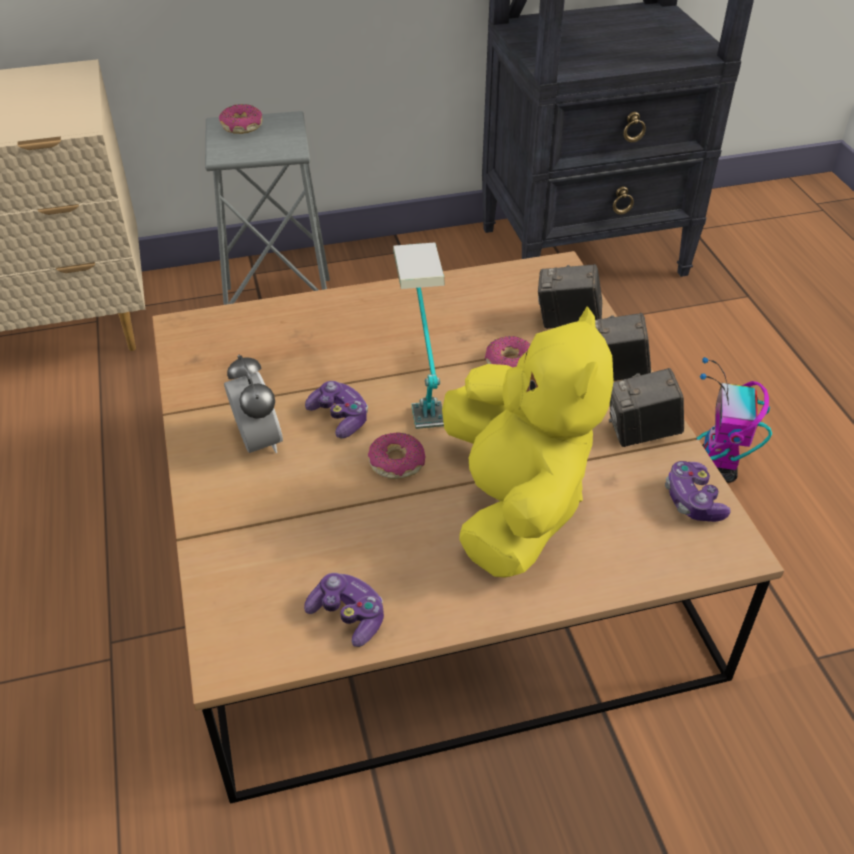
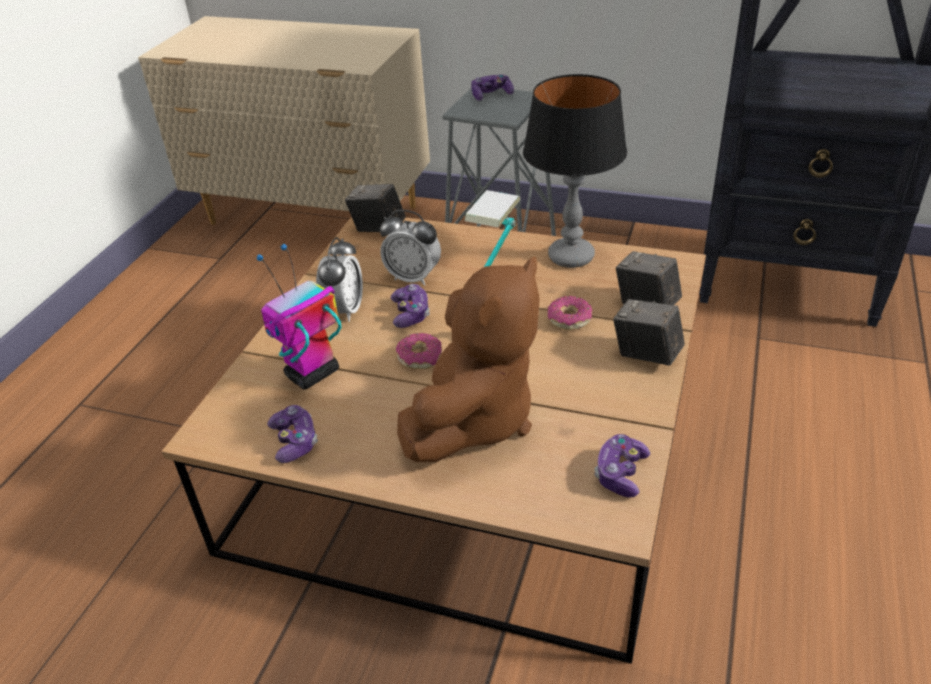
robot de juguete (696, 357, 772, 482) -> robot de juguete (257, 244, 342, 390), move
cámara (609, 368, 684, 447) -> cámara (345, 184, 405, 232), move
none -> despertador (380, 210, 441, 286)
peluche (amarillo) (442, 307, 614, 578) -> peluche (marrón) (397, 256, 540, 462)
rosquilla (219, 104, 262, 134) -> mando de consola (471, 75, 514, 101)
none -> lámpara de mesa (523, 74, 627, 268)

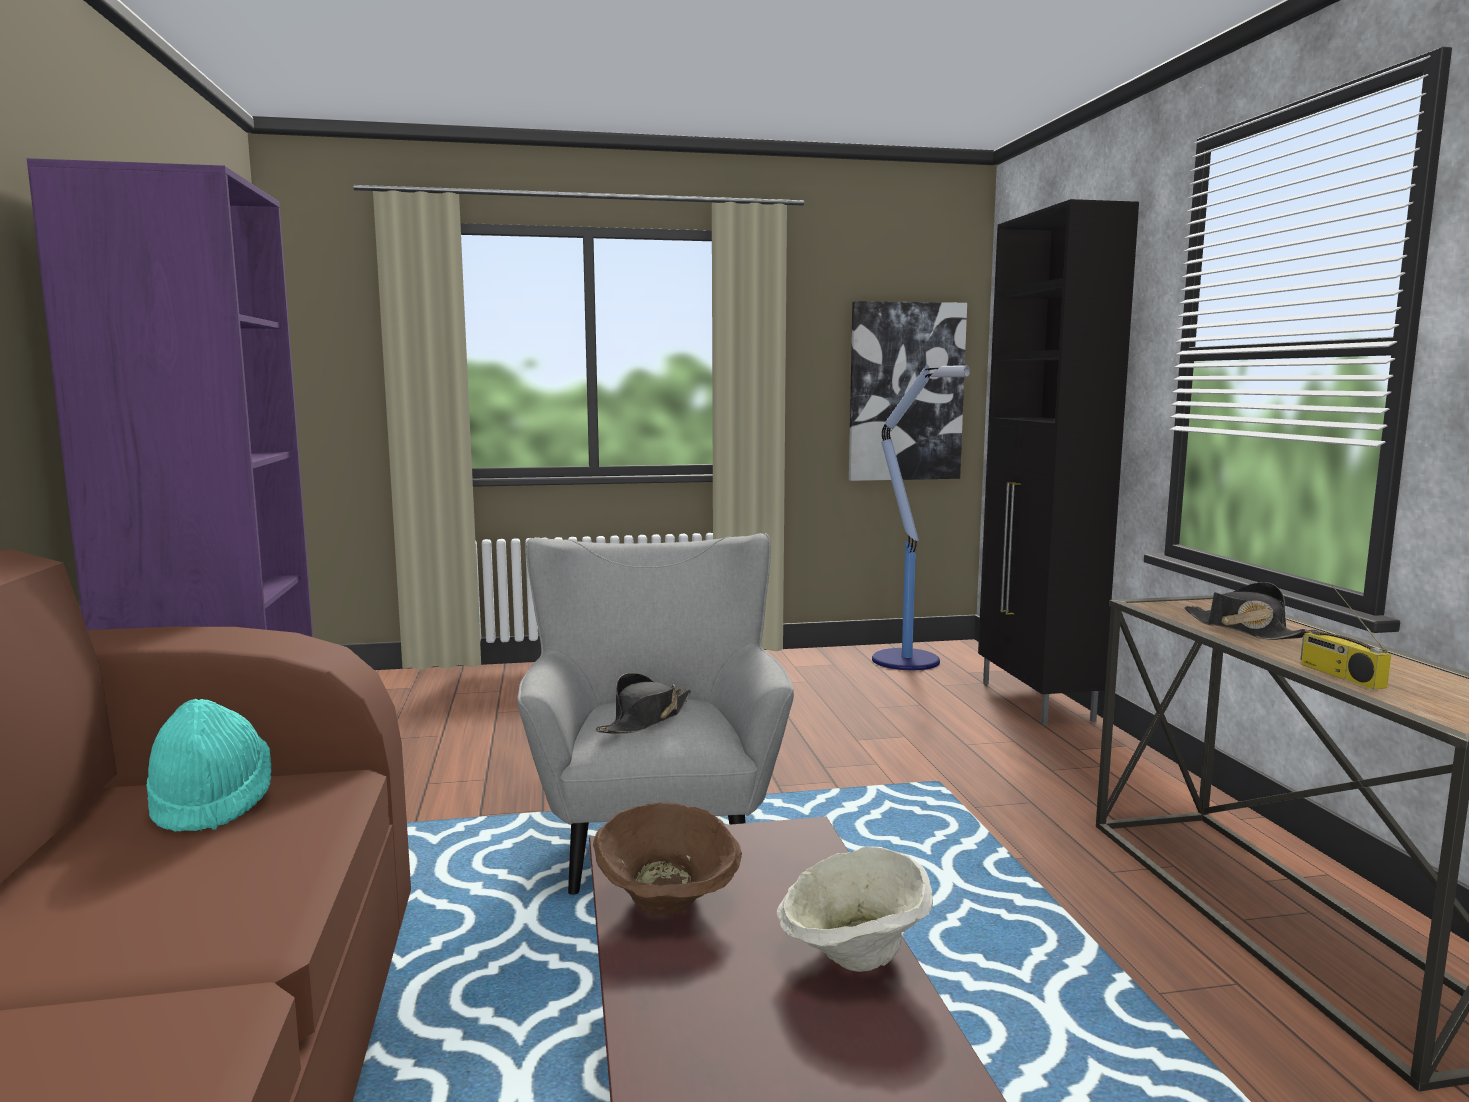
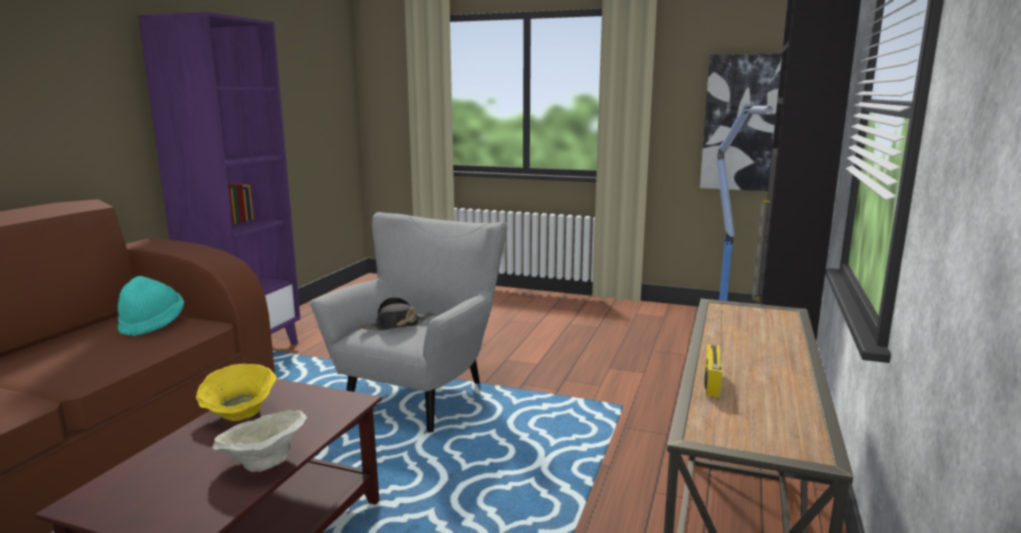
cuenco (marrón) (593, 802, 742, 915) -> cuenco (amarillo) (196, 364, 276, 421)
sombrero (negro) (1184, 582, 1318, 640) -> none

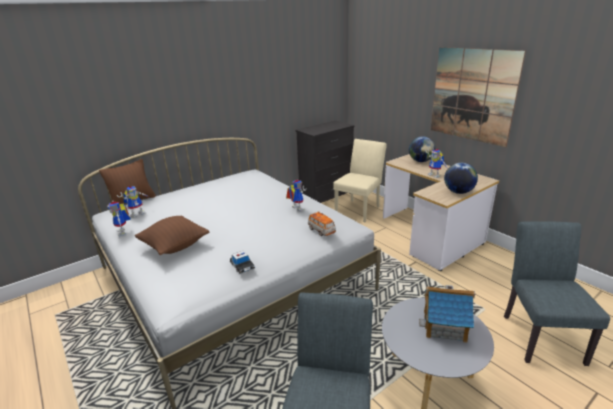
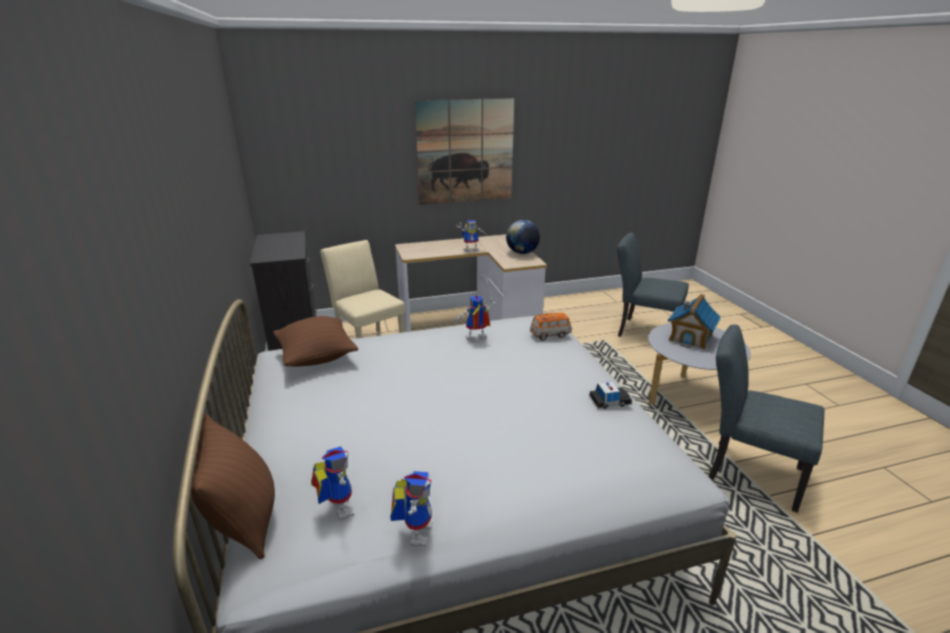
cojín (marrón) (135, 216, 209, 255) -> cojín (marrón) (273, 316, 359, 367), move
robot de juguete (107, 200, 131, 236) -> robot de juguete (390, 471, 432, 547), 75 degrees counterclockwise
globo terráqueo (409, 136, 435, 162) -> none

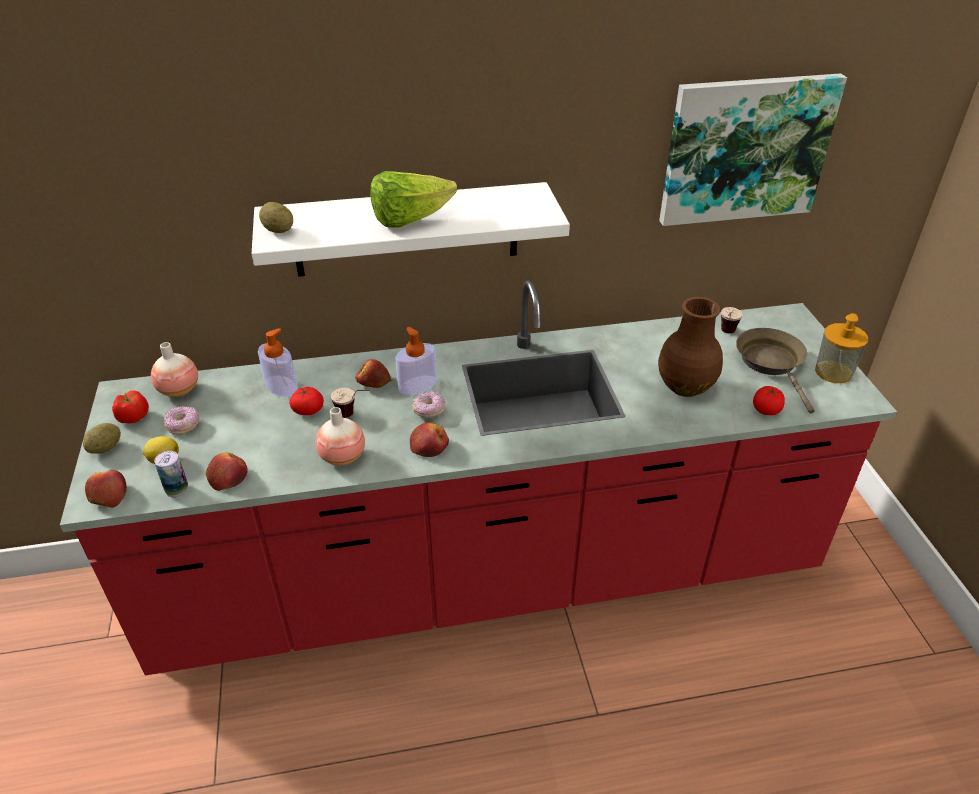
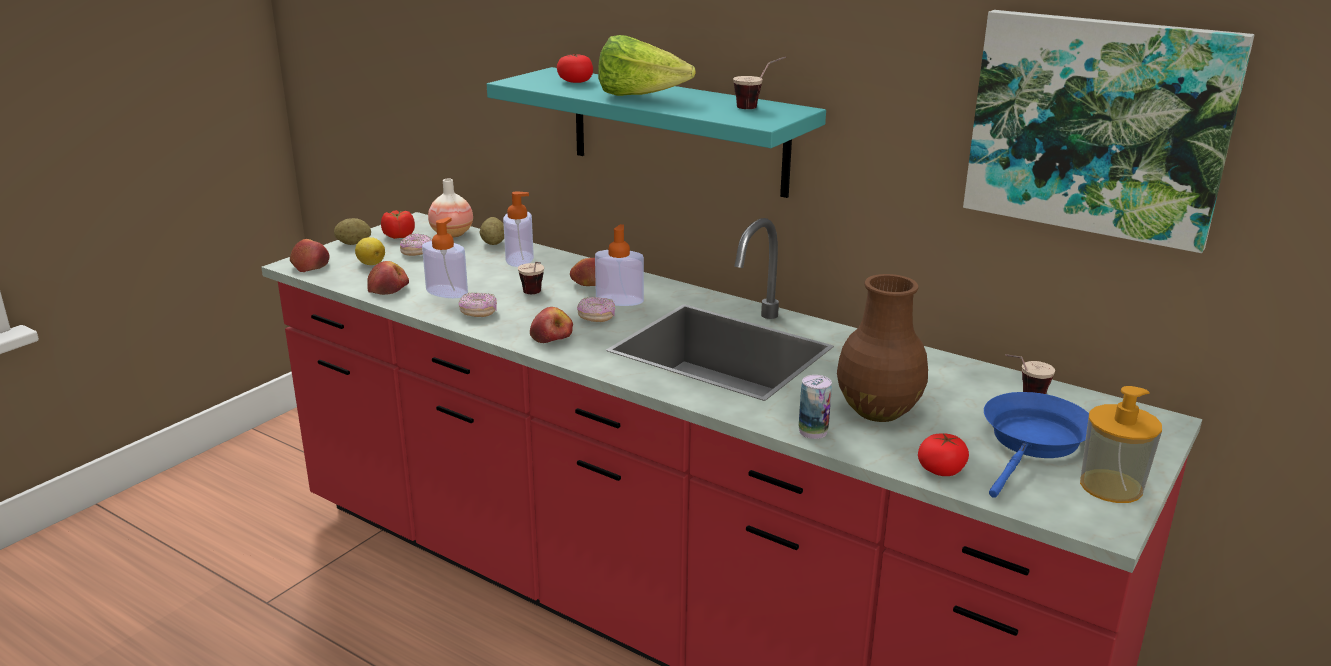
none -> dispensador de jabón (422, 217, 468, 298)
florero (315, 407, 365, 465) -> rosquilla (458, 293, 497, 317)
patata (259, 202, 293, 233) -> patata (480, 217, 504, 245), move
estante (blanco) (252, 182, 570, 277) -> estante (turquesa) (487, 67, 826, 198)
tomate (290, 387, 324, 415) -> tomate (557, 54, 593, 83), move
none -> taza (733, 56, 786, 109)
lata (154, 451, 188, 498) -> lata (799, 375, 832, 439), move
sartén (marrón) (736, 328, 815, 413) -> sartén (azul) (984, 392, 1089, 498)

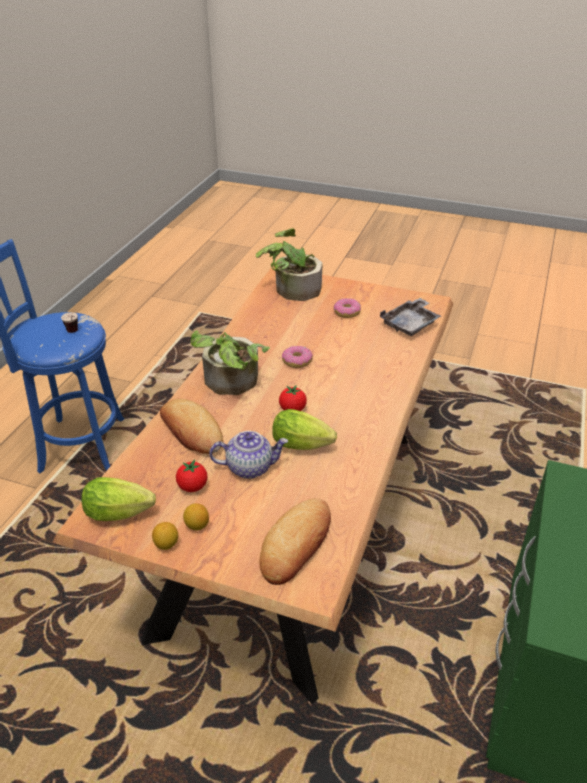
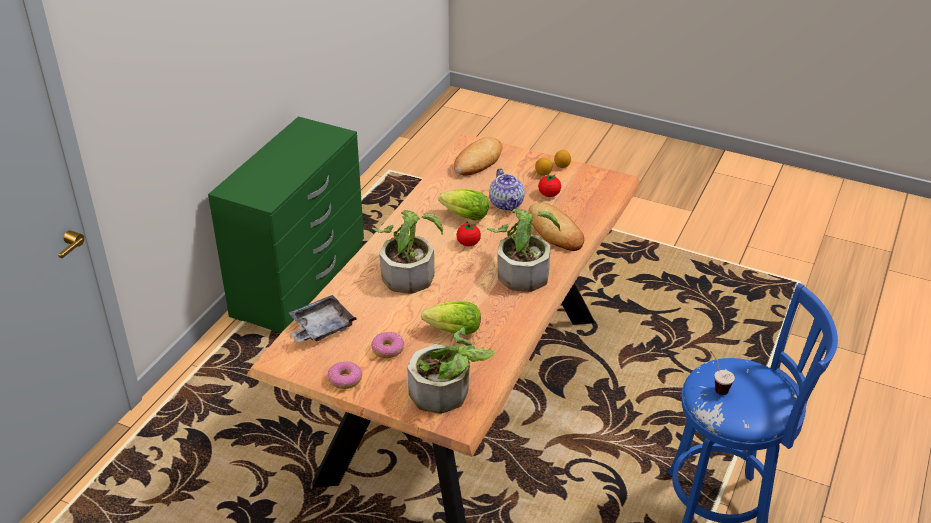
rosquilla (282, 346, 313, 368) -> rosquilla (327, 361, 362, 389), move
none -> planta en maceta (372, 210, 443, 294)
lechuga (82, 477, 156, 521) -> lechuga (421, 301, 481, 335), move
tetera (209, 431, 288, 479) -> tetera (489, 168, 525, 211), 105 degrees counterclockwise

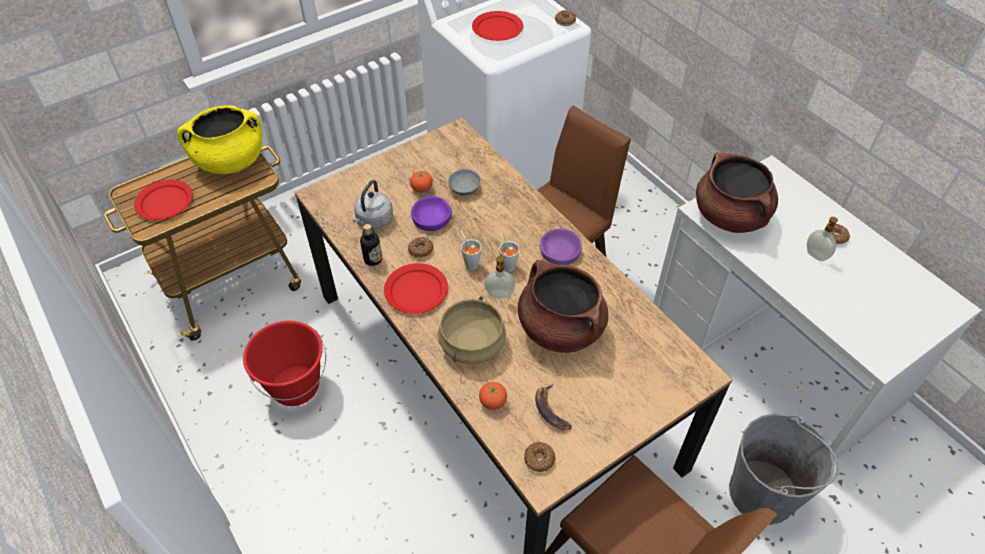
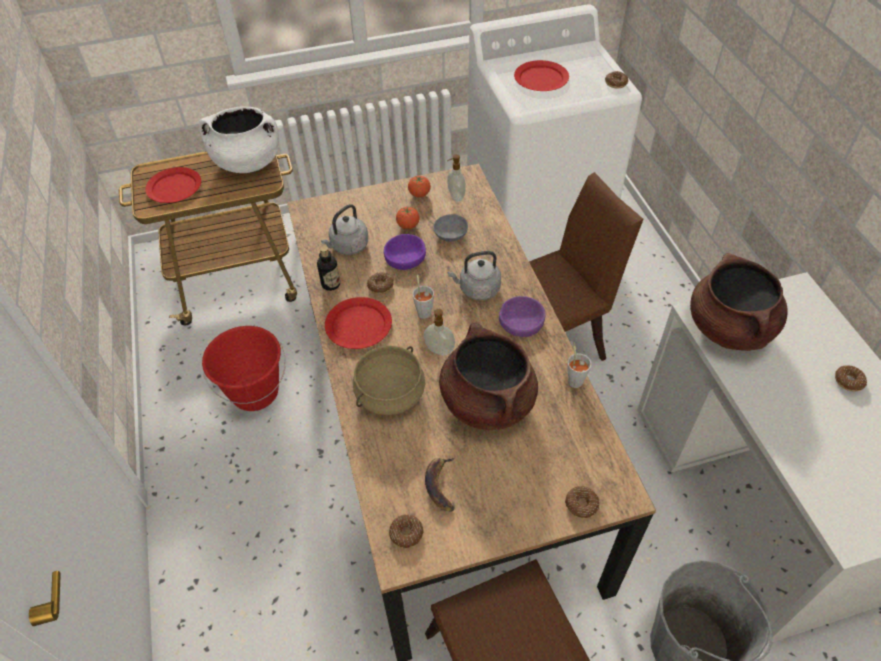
olla (amarillo) (177, 105, 262, 174) -> olla (blanco) (198, 106, 279, 173)
tomate (479, 382, 507, 410) -> tomate (408, 175, 431, 197), move
dispensador de jabón (807, 217, 838, 261) -> dispensador de jabón (447, 154, 466, 201), move
none -> hervidor (gris) (448, 251, 501, 300)
none -> rosquilla (565, 486, 599, 518)
taza (gris) (499, 232, 519, 272) -> taza (gris) (567, 341, 592, 388), move

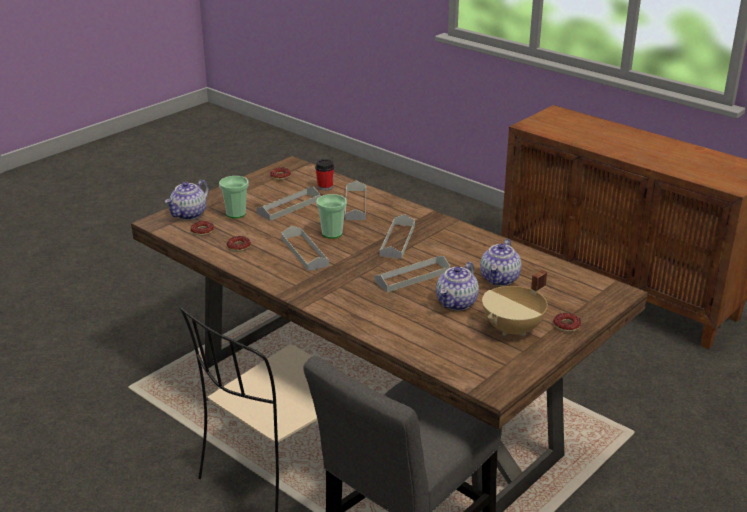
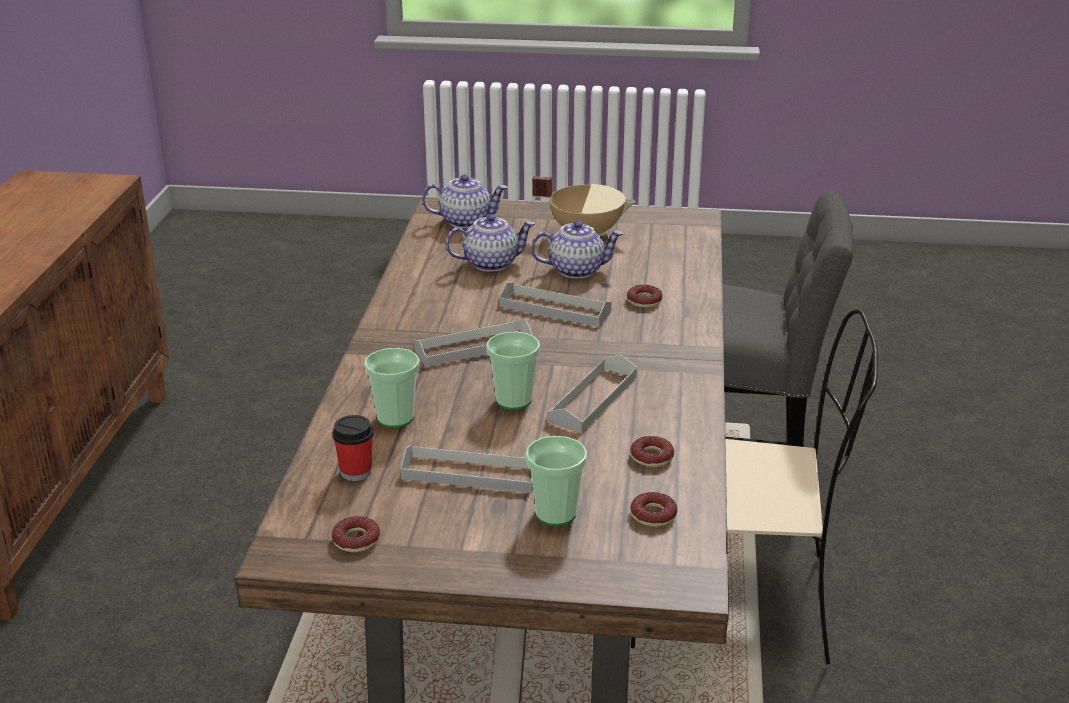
bandeja (gris) (345, 181, 366, 220) -> taza (364, 348, 419, 428)
tetera (165, 180, 209, 220) -> tetera (422, 174, 508, 229), move
rosquilla (553, 313, 581, 332) -> rosquilla (627, 285, 662, 308), move

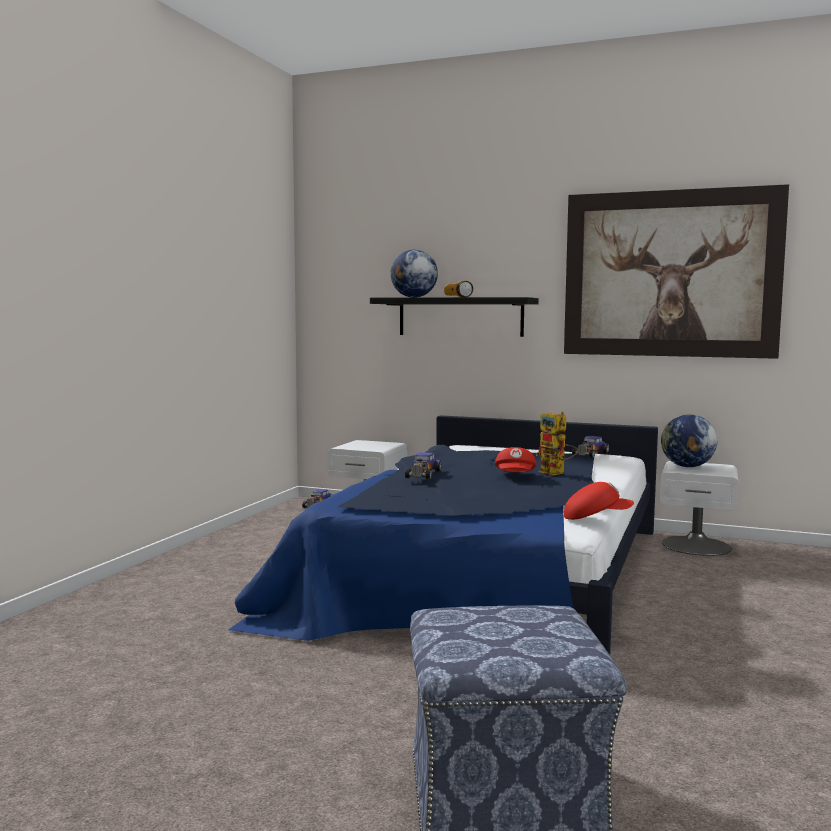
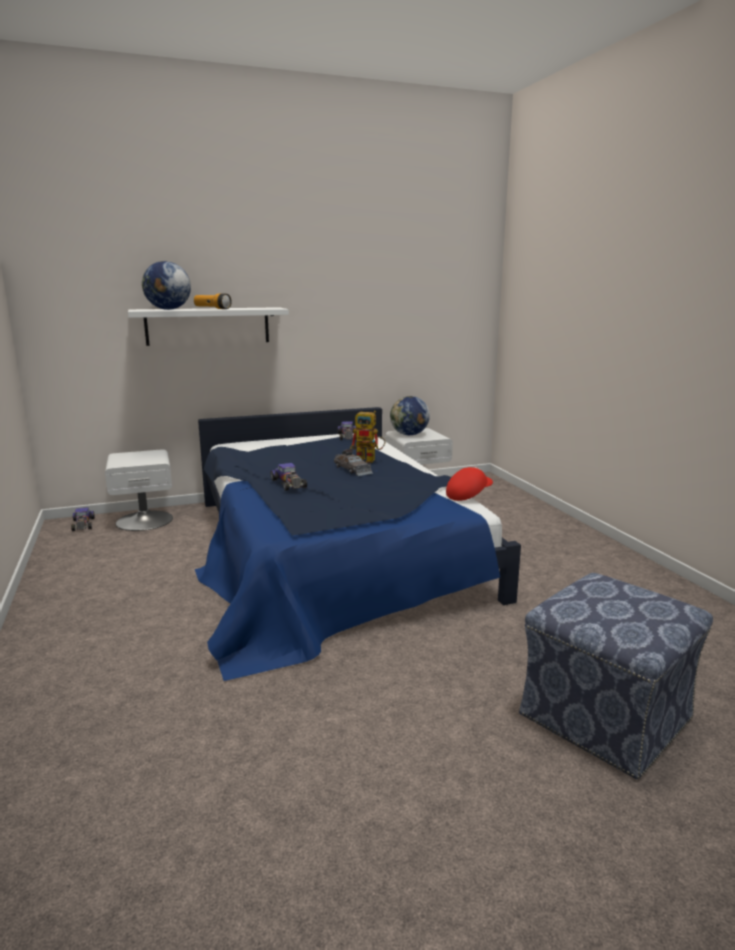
estante (negro) (370, 297, 539, 337) -> estante (blanco) (128, 307, 289, 346)
gorra (rojo) (495, 447, 536, 472) -> coche de juguete (gris) (334, 449, 373, 476)
cuadro (564, 184, 789, 359) -> none

